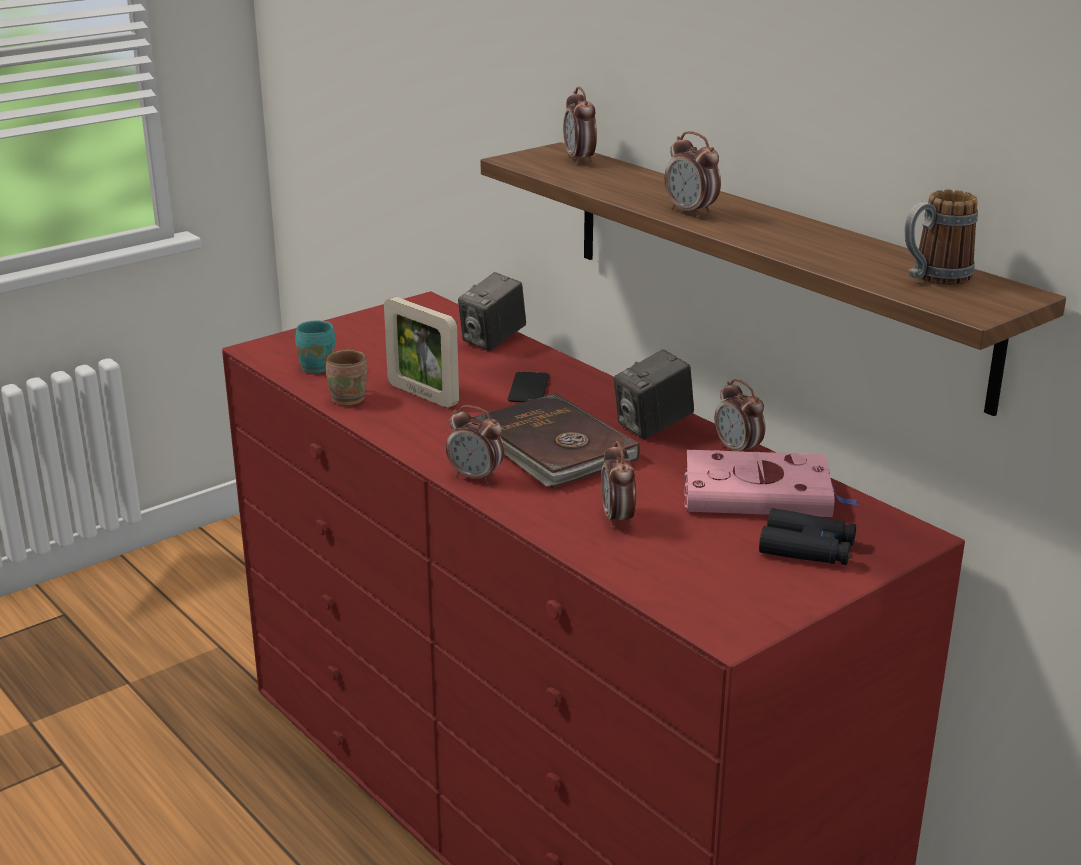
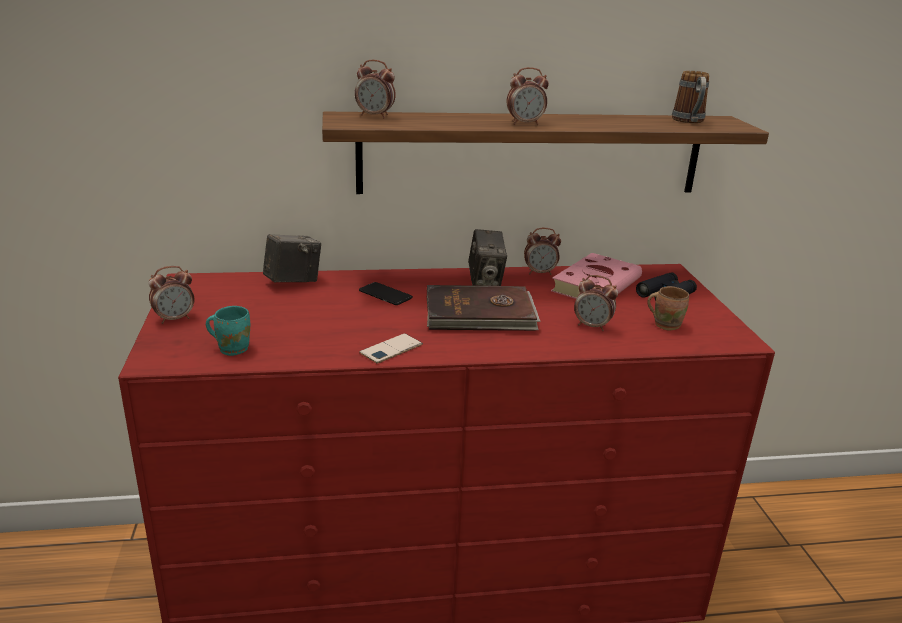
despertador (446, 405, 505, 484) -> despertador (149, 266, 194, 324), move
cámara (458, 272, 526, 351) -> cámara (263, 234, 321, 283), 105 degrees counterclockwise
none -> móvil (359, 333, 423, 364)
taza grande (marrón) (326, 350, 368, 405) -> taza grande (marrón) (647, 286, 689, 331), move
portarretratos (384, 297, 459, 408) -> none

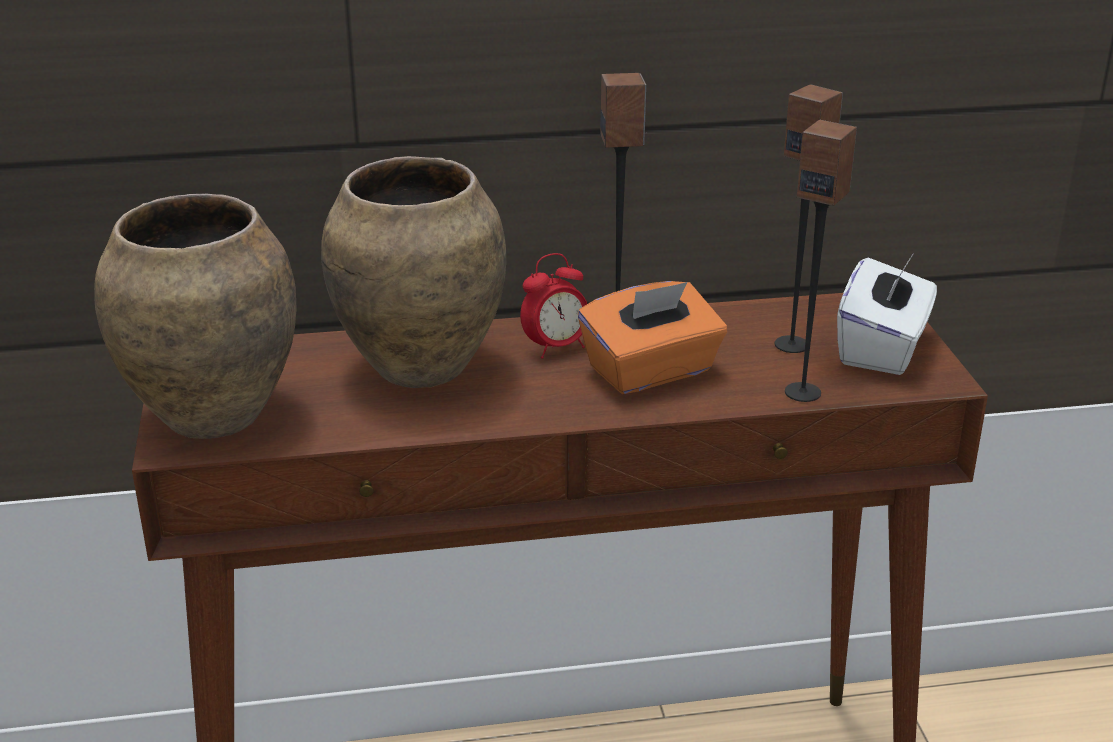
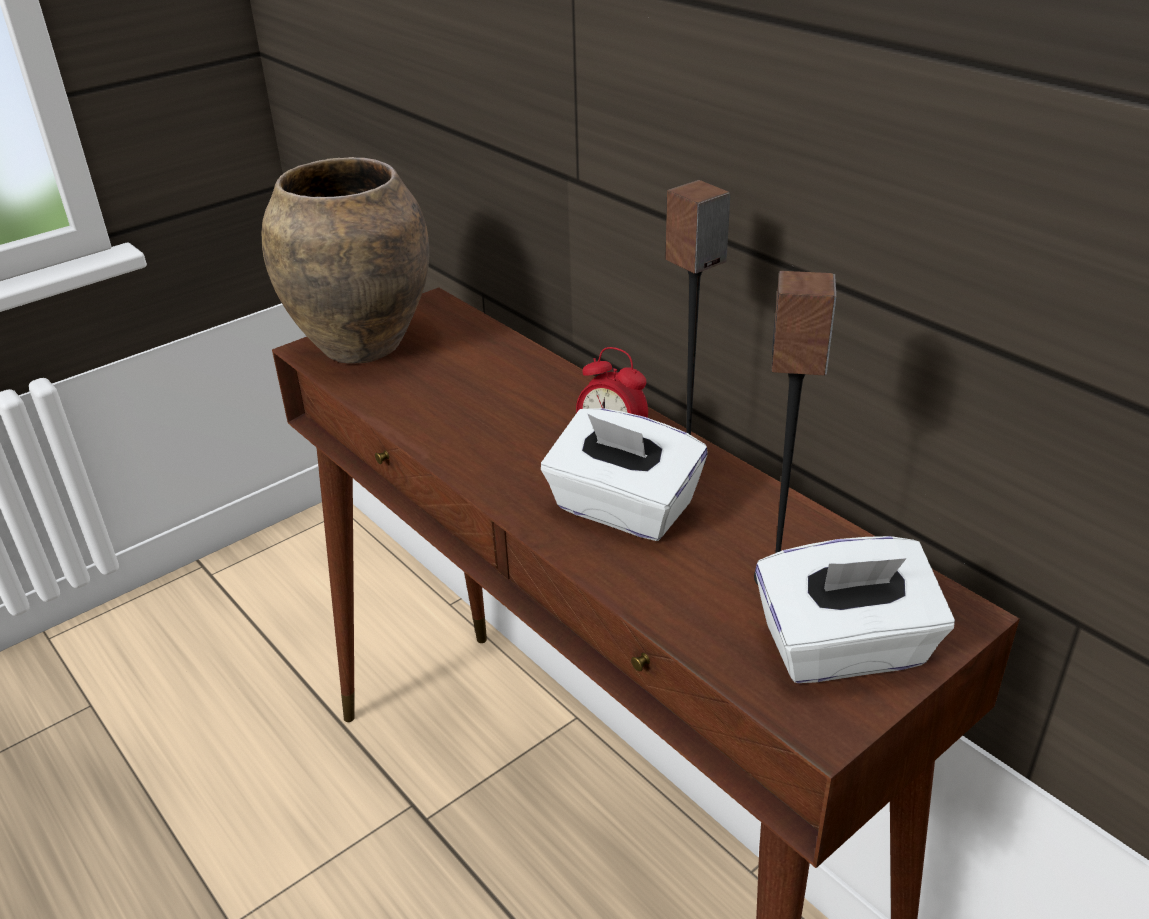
caja de pañuelos (naranja) (578, 281, 727, 394) -> caja de pañuelos (blanco) (541, 408, 708, 541)
florero (marrón) (321, 156, 506, 388) -> none
altavoz (785, 120, 857, 402) -> none

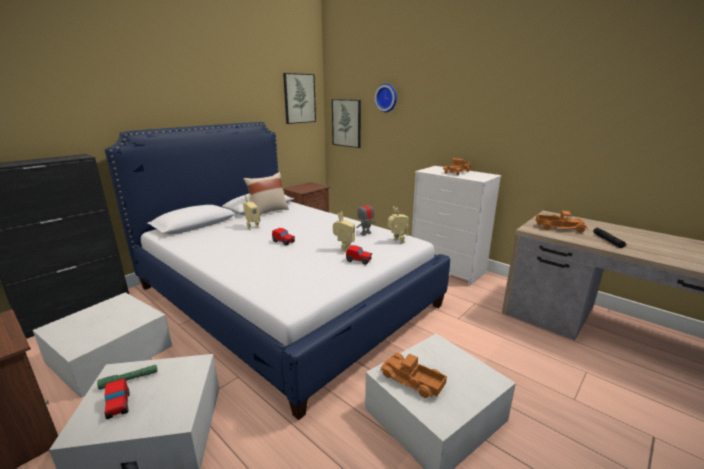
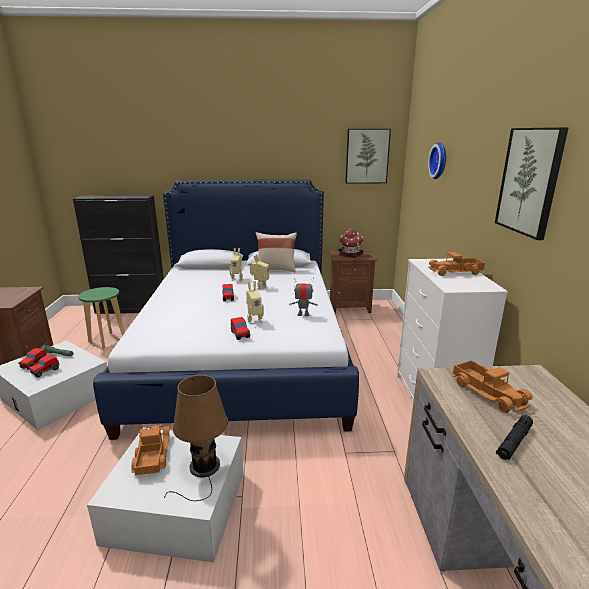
none -> coche de juguete (28, 354, 59, 377)
caja de almacenaje (blanco) (33, 292, 172, 398) -> taburete (verde) (78, 287, 125, 349)
none -> lámpara de mesa (marrón) (164, 375, 228, 501)
robot de juguete (388, 206, 409, 244) -> robot de juguete (250, 254, 269, 289), move
none -> casita (339, 228, 363, 258)
cuadro (332, 99, 361, 148) -> cuadro (495, 127, 569, 240), move

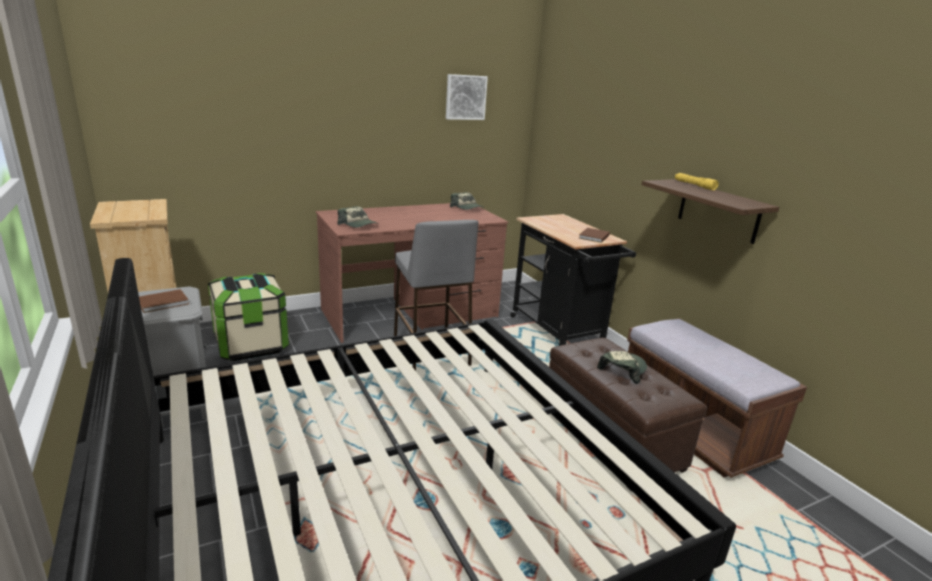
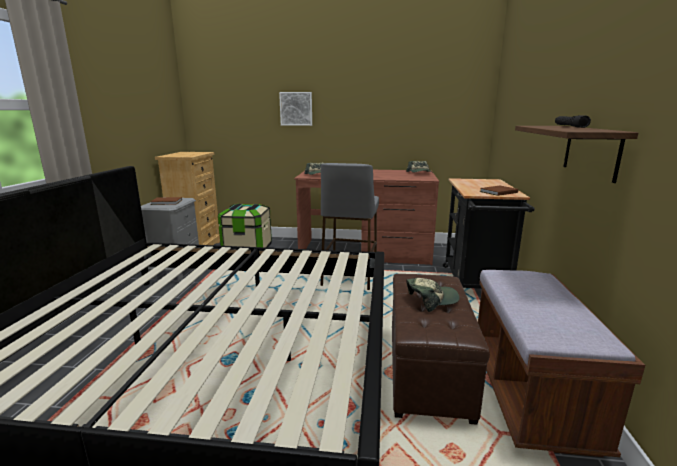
cuadro (446, 74, 488, 120) -> cuadro (279, 92, 312, 126), move
linterna (amarillo) (675, 173, 719, 191) -> linterna (negro) (555, 115, 591, 128)

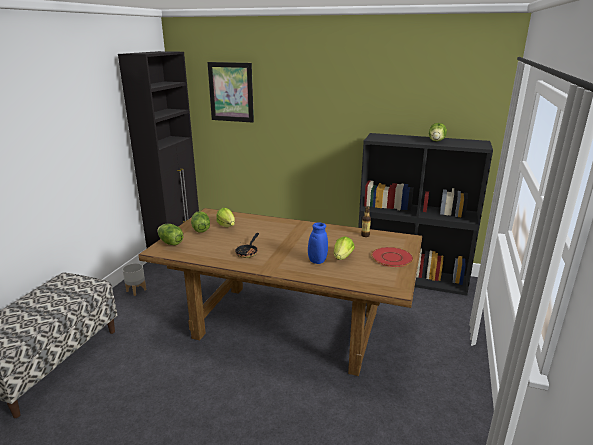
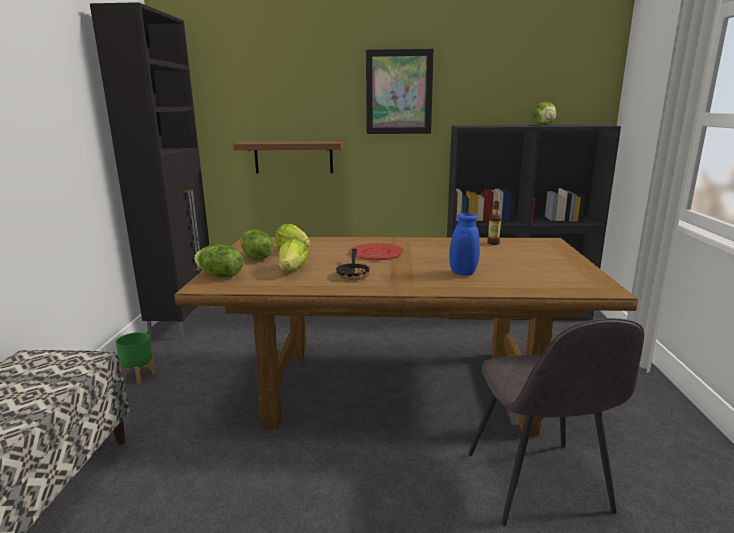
maceta (gris) (122, 263, 146, 296) -> maceta (verde) (116, 332, 156, 384)
none -> estante (marrón) (233, 141, 344, 174)
lechuga (334, 236, 355, 260) -> lechuga (279, 239, 309, 271), move
plato (rojo) (371, 247, 413, 267) -> plato (rojo) (350, 243, 404, 260), move
cuadro (207, 62, 254, 123) -> cuadro (366, 49, 434, 134), move
none -> silla (gris) (468, 318, 644, 526)

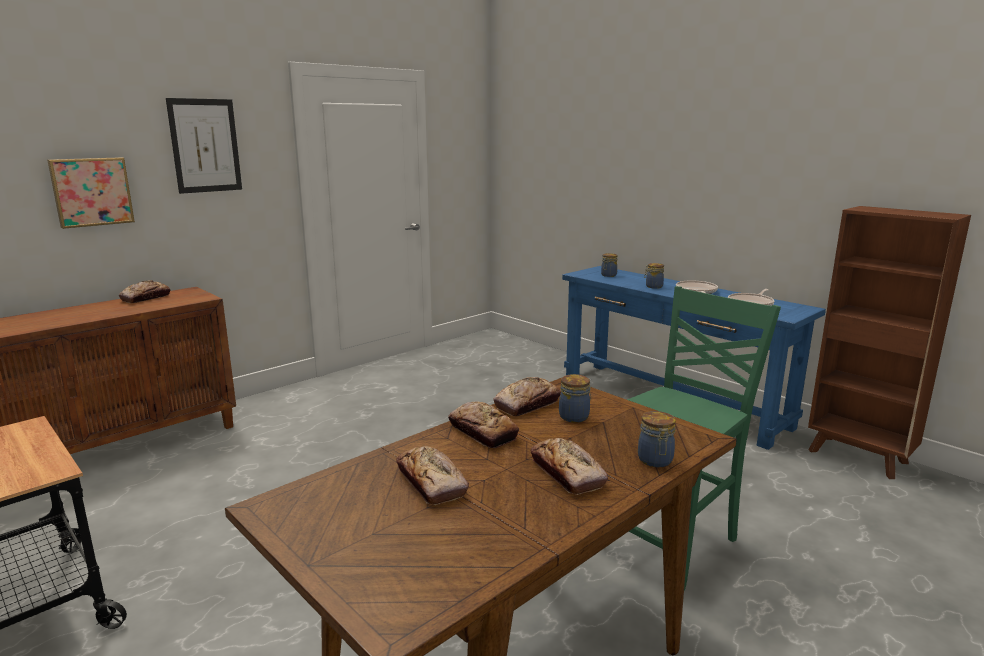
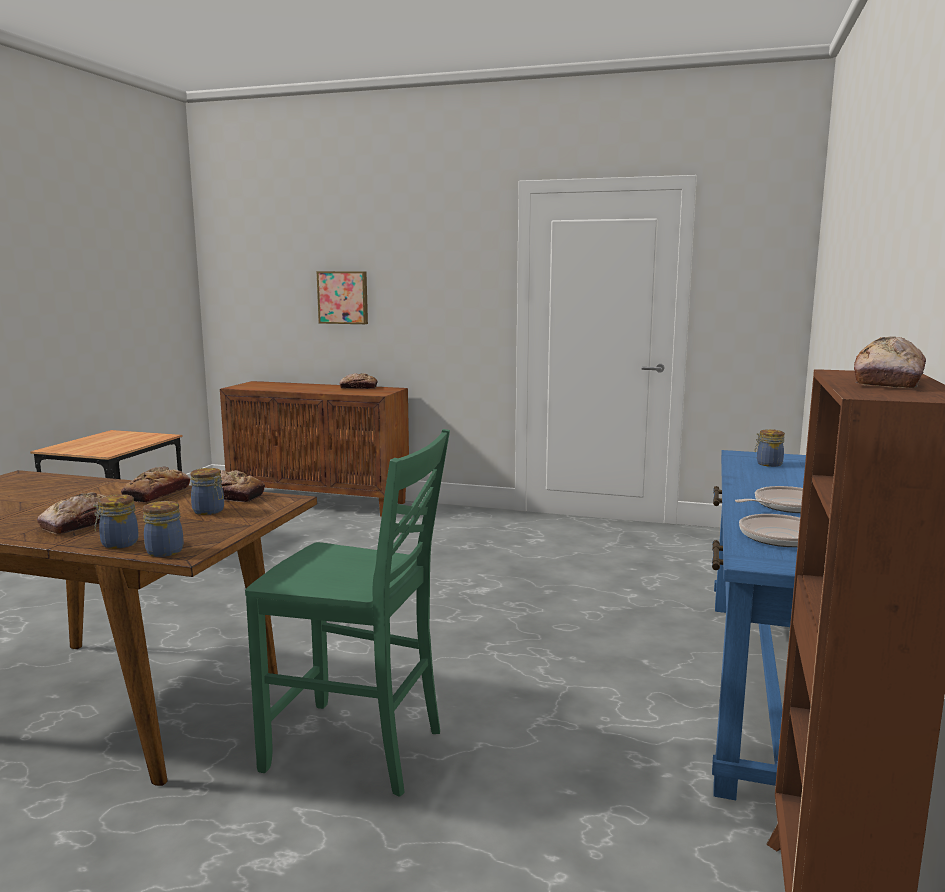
tarro (644, 263, 664, 289) -> tarro (143, 501, 184, 557), move
pan (396, 446, 469, 505) -> pan (854, 336, 926, 388), move
cuadro (166, 98, 242, 194) -> none

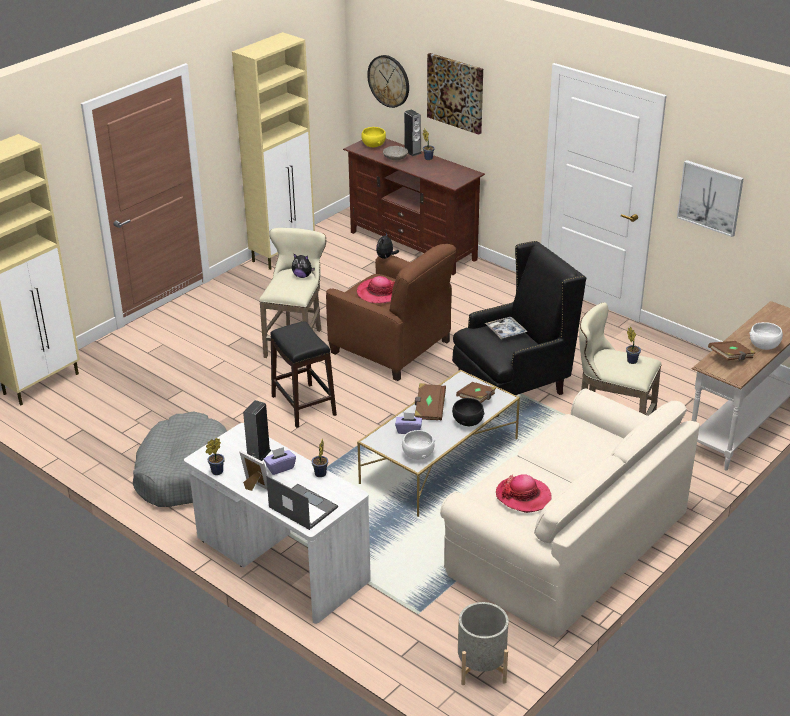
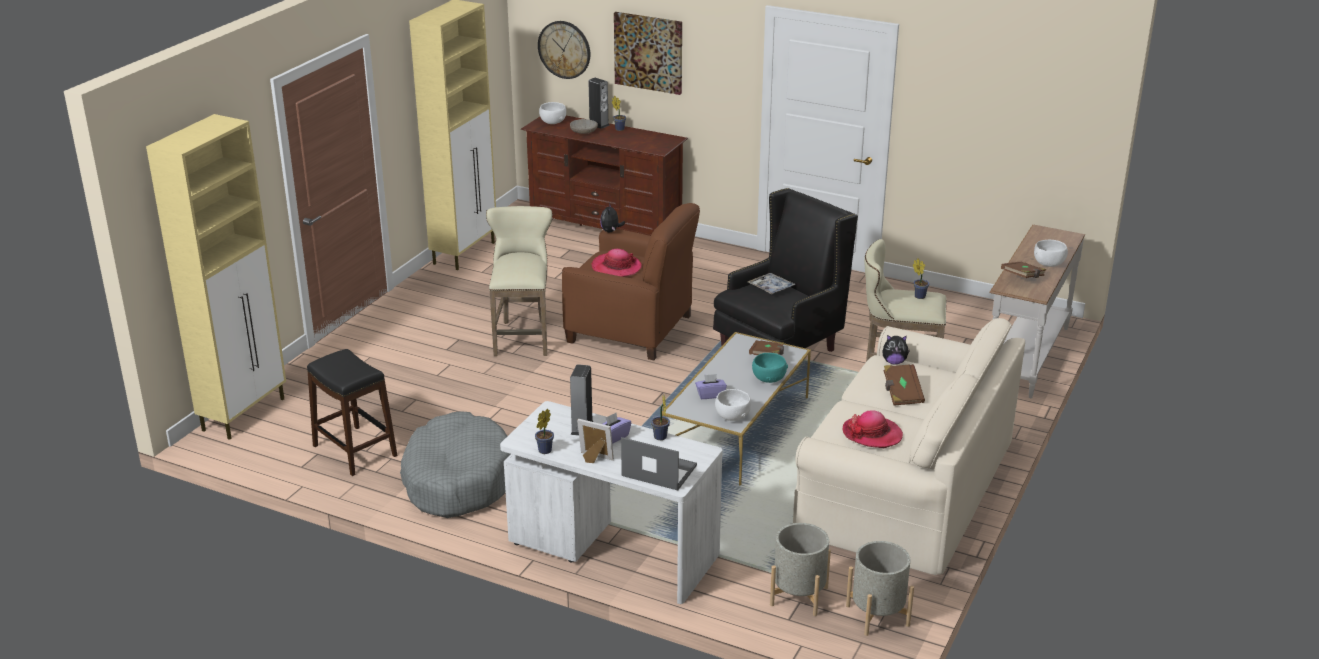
taburete (negro) (270, 321, 337, 428) -> taburete (negro) (307, 349, 398, 476), move
cuenco (amarillo) (361, 127, 386, 147) -> cuenco (blanco) (539, 102, 566, 124)
cuenco (negro) (452, 398, 484, 426) -> cuenco (turquesa) (752, 353, 788, 383)
none -> maceta (gris) (770, 523, 831, 616)
peluche (292, 254, 315, 278) -> peluche (882, 335, 910, 364), move
libro (marrón) (415, 383, 446, 420) -> libro (marrón) (884, 364, 925, 406), move
cuadro (677, 160, 744, 237) -> none

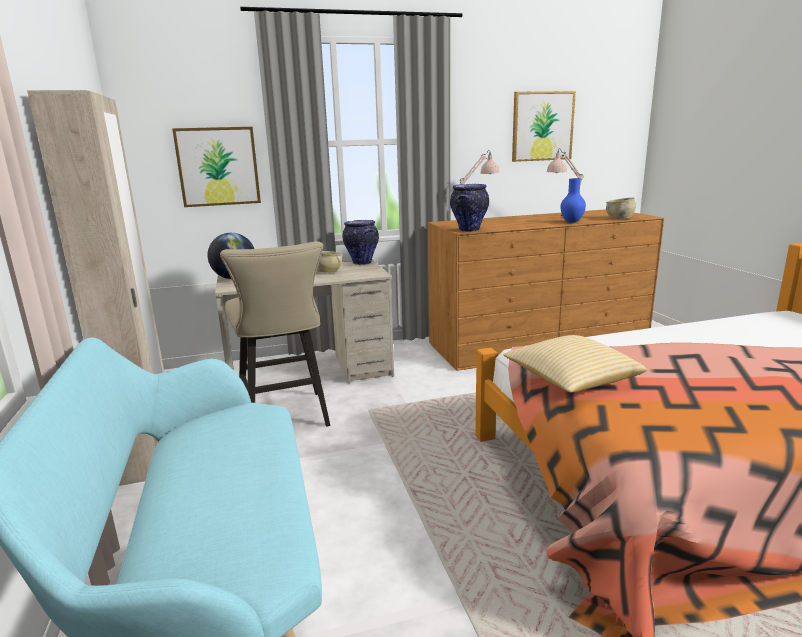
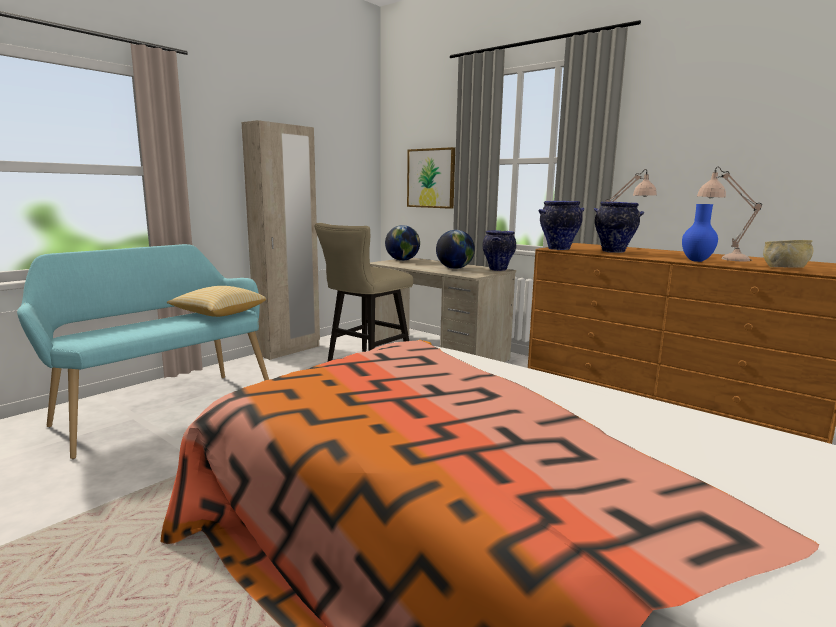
cojín (503, 335, 647, 392) -> cojín (167, 286, 266, 317), move
cuenco (beis) (317, 251, 342, 273) -> globo terráqueo (436, 230, 475, 269)
none -> florero (594, 201, 644, 253)
cuadro (512, 91, 576, 162) -> none

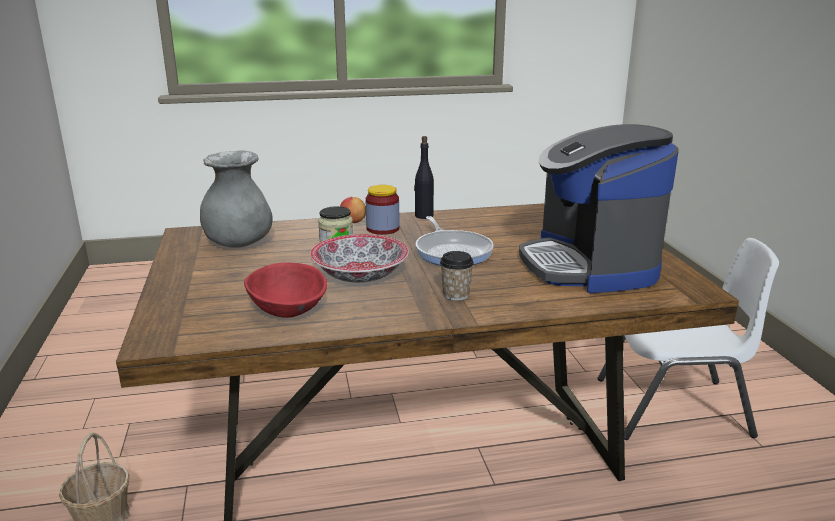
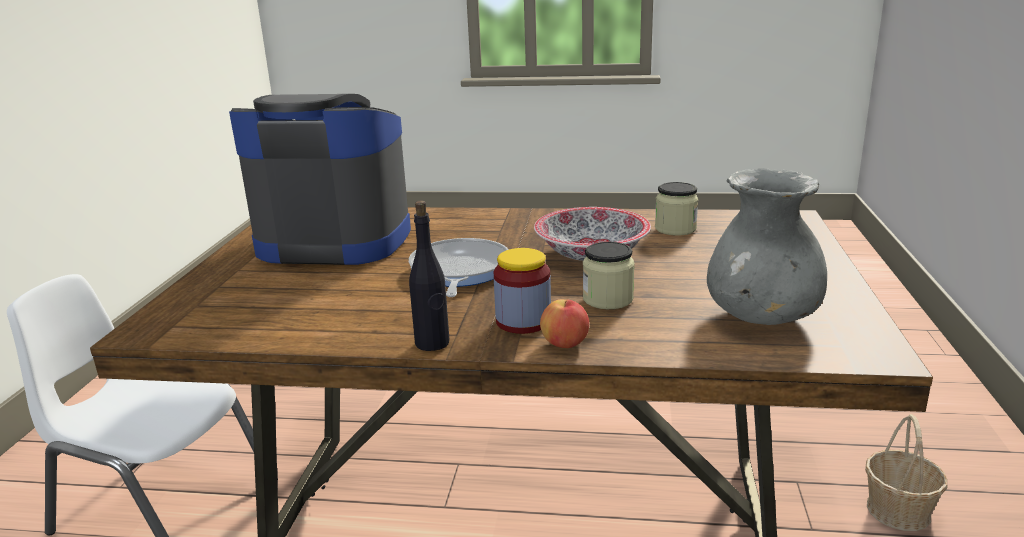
cafetera (519, 124, 678, 293) -> cafetera (229, 94, 411, 265), 90 degrees counterclockwise
cuenco (rojo) (244, 262, 327, 318) -> tarro (655, 182, 698, 236)
taza (440, 251, 474, 301) -> none

